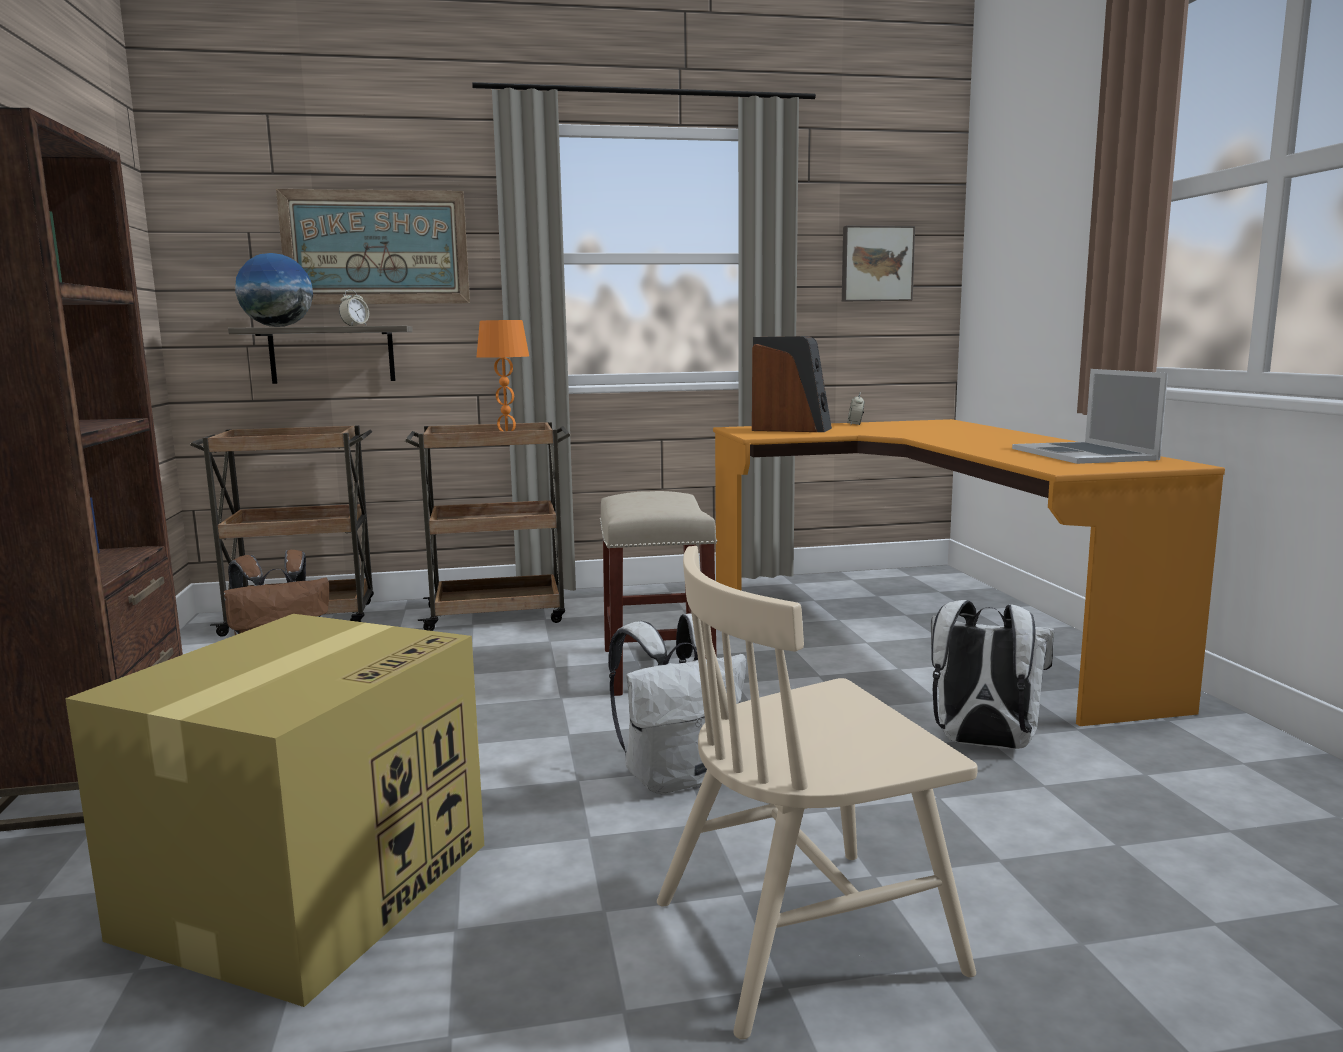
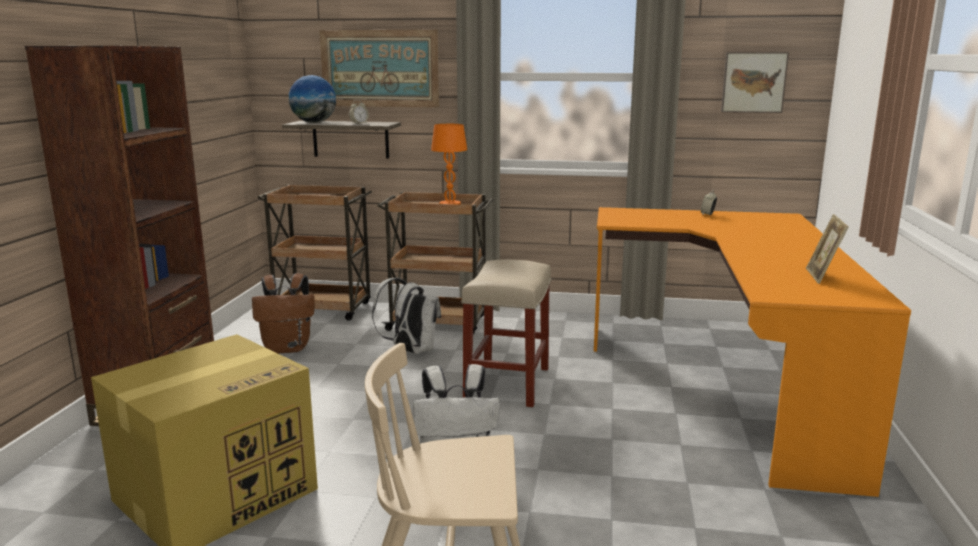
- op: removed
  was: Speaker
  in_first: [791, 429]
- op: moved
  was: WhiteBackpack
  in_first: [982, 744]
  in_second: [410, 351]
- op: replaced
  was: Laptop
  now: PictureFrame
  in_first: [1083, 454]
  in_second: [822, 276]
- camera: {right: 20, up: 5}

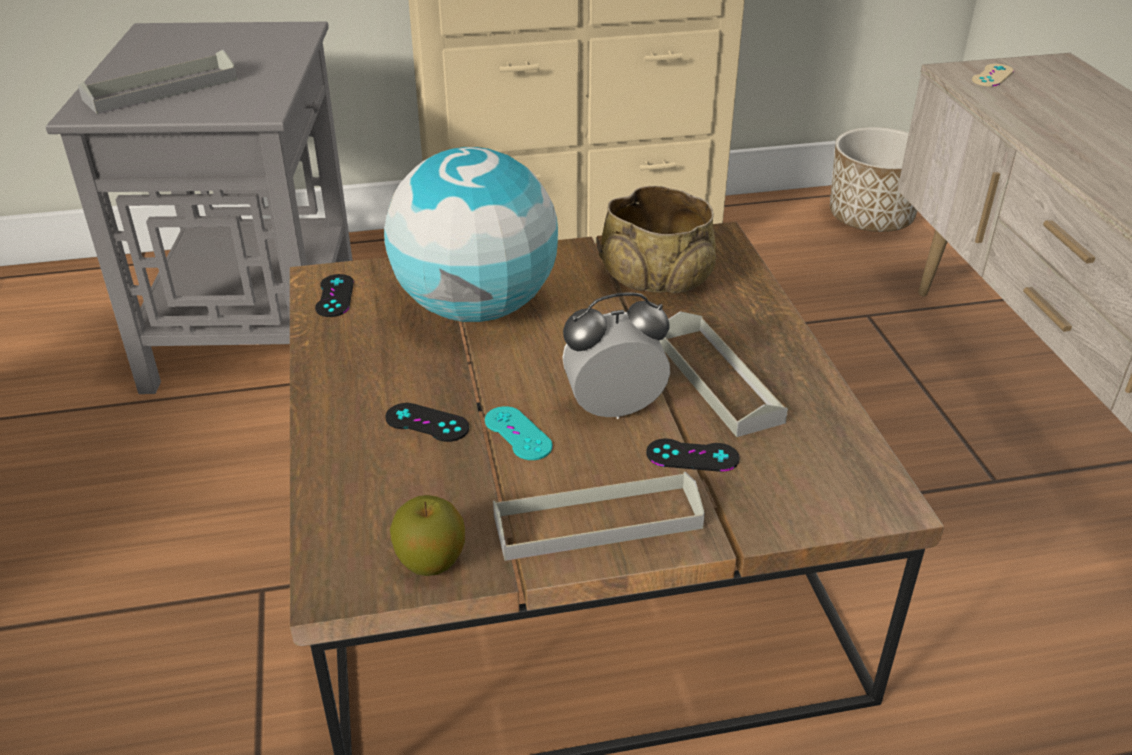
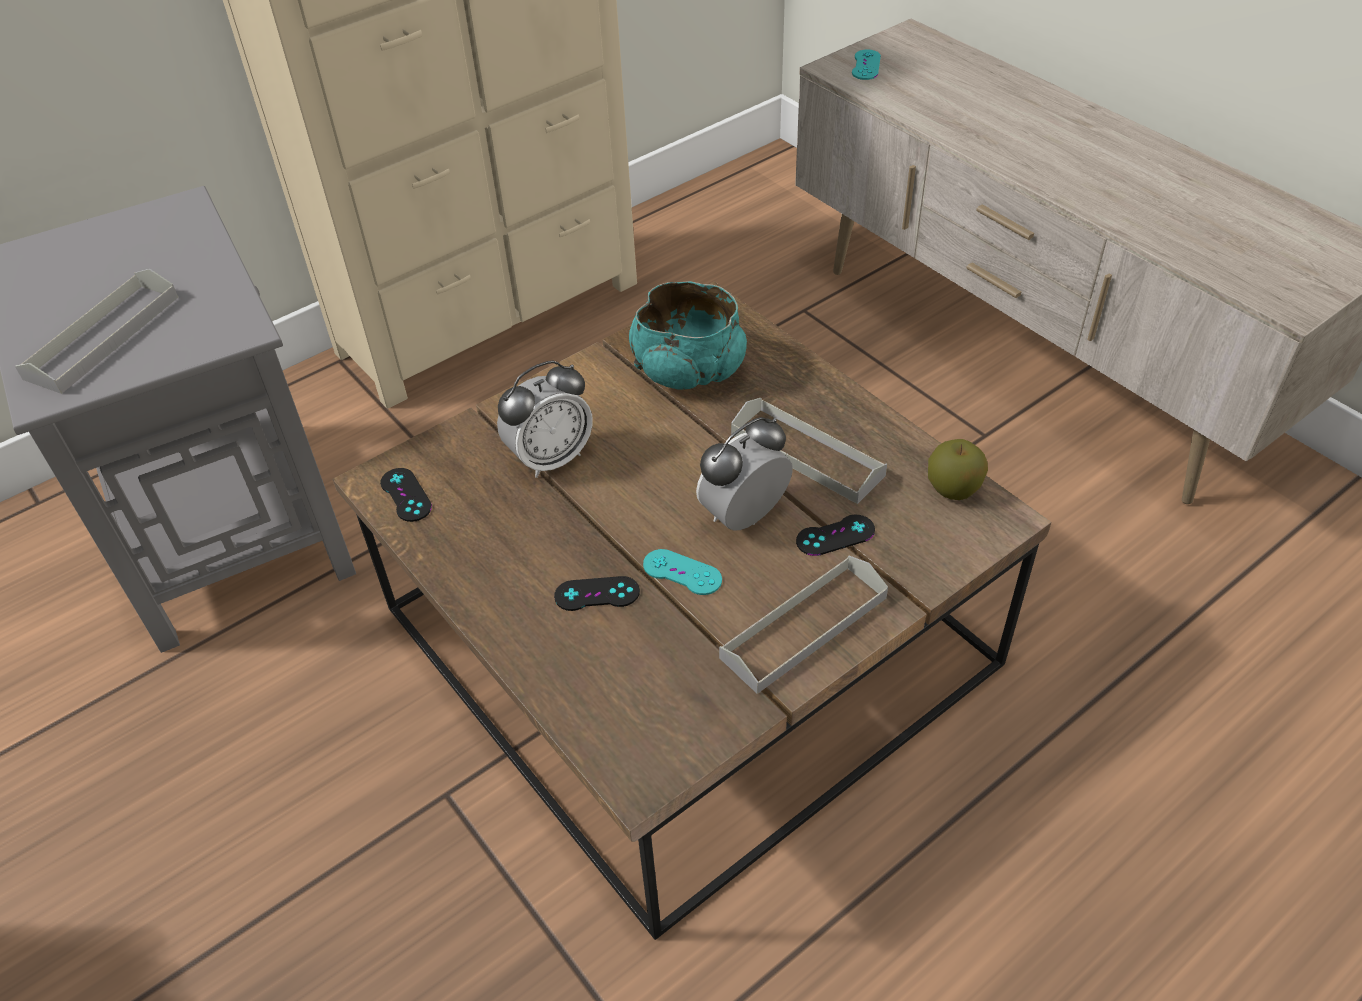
- op: removed
  was: Planter
  in_first: [870, 219]
- op: moved
  was: Apple
  in_first: [430, 561]
  in_second: [953, 489]
- op: replaced
  was: Globe
  now: AlarmClock
  in_first: [476, 307]
  in_second: [550, 458]
- op: recoloured
  was: BeigeBowl
  now: TurquoiseBowl
  in_first: [657, 279]
  in_second: [689, 369]
- op: recoloured
  was: BeigeGameController
  now: TurquoiseGameController
  in_first: [992, 76]
  in_second: [866, 65]
- camera: {right: -25, up: 10}

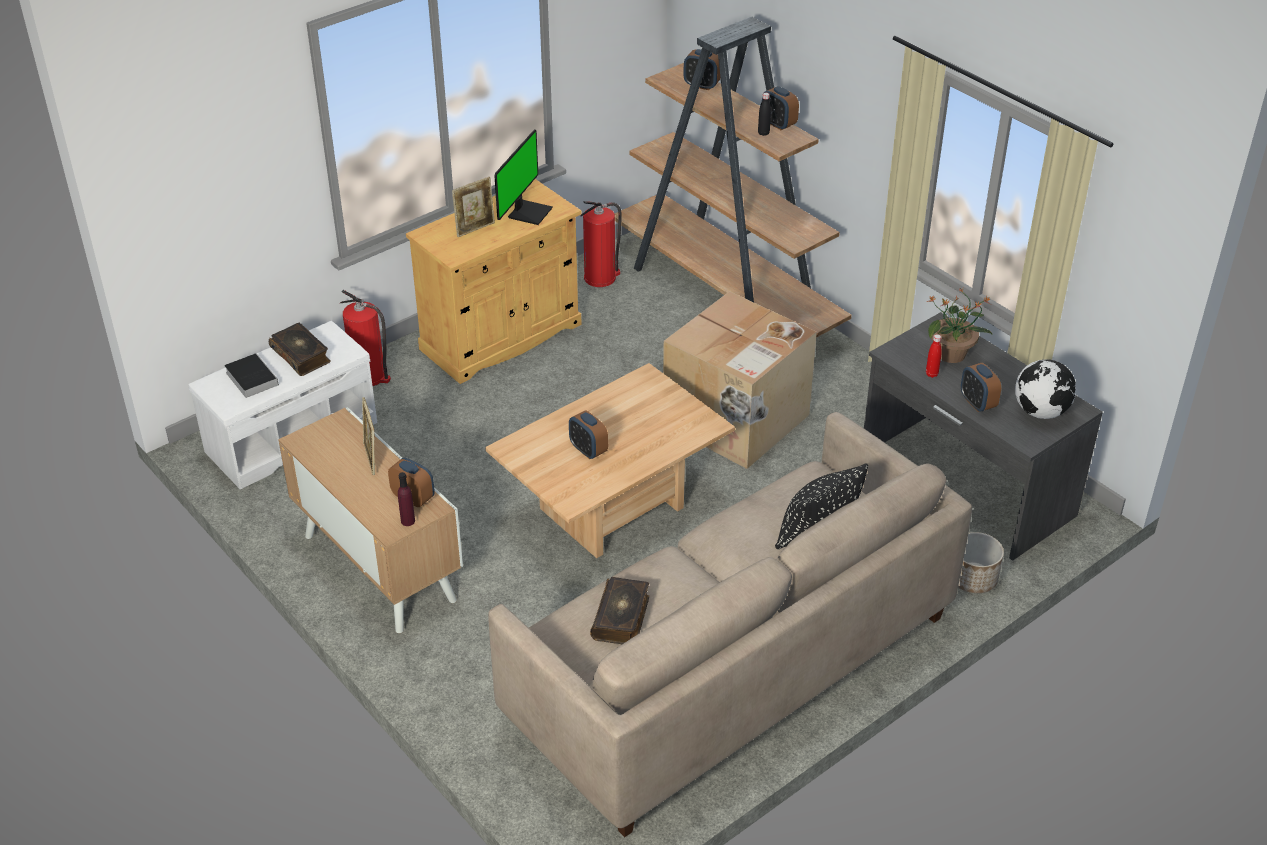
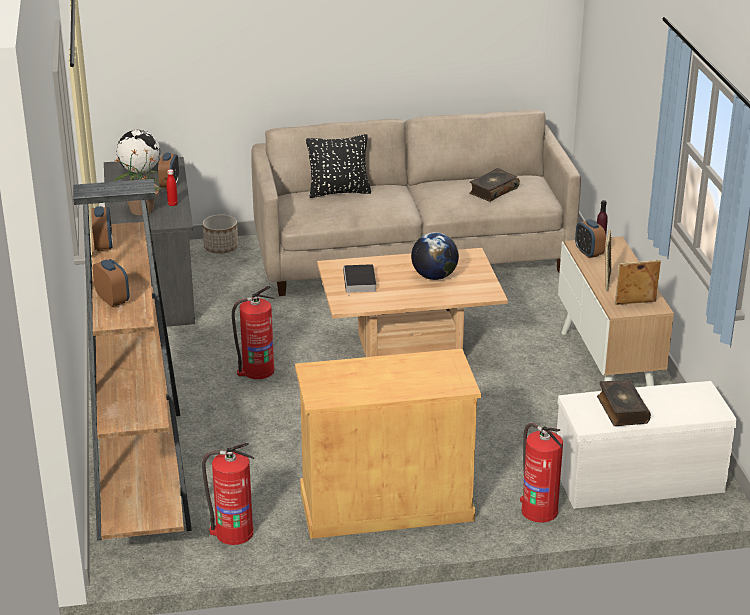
- op: removed
  was: Monitor
  in_first: [528, 212]
- op: removed
  was: BlackBottle
  in_first: [763, 133]
- op: moved
  was: Book
  in_first: [250, 378]
  in_second: [360, 282]
- op: moved
  was: PictureFrame
  in_first: [475, 229]
  in_second: [635, 304]
- op: replaced
  was: AlarmClock
  now: Globe
  in_first: [588, 450]
  in_second: [434, 276]
- op: replaced
  was: CardboardBox
  now: FireExtinguisher
  in_first: [736, 421]
  in_second: [257, 371]
- camera: {right: -150, up: -10}

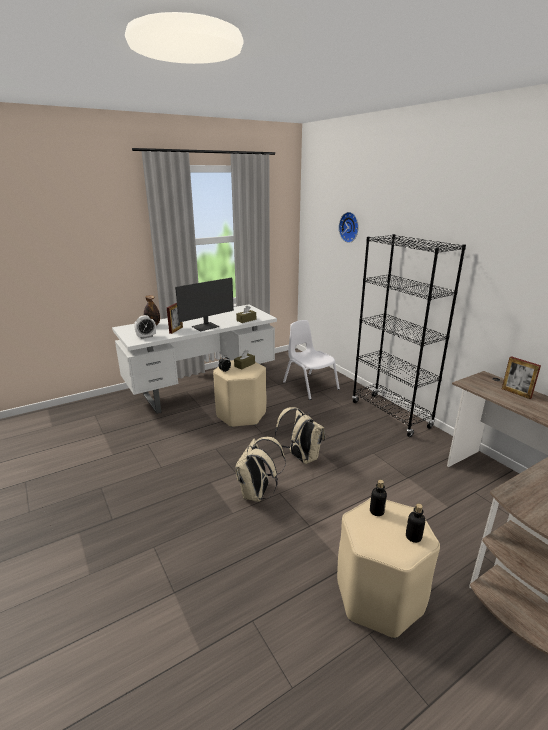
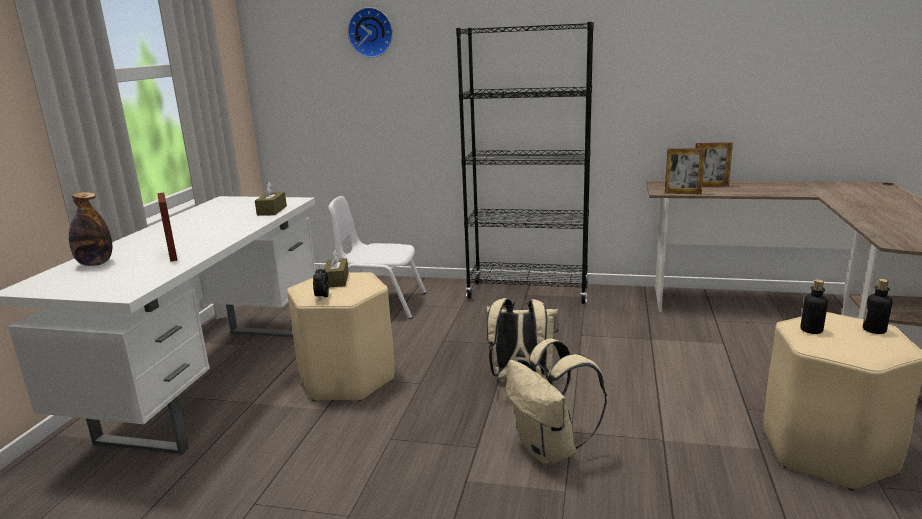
- op: removed
  was: AlarmClock
  in_first: [146, 337]
- op: removed
  was: Monitor
  in_first: [206, 327]
- op: added
  now: PictureFrame
  in_second: [682, 193]
- camera: {right: -45, up: -5}

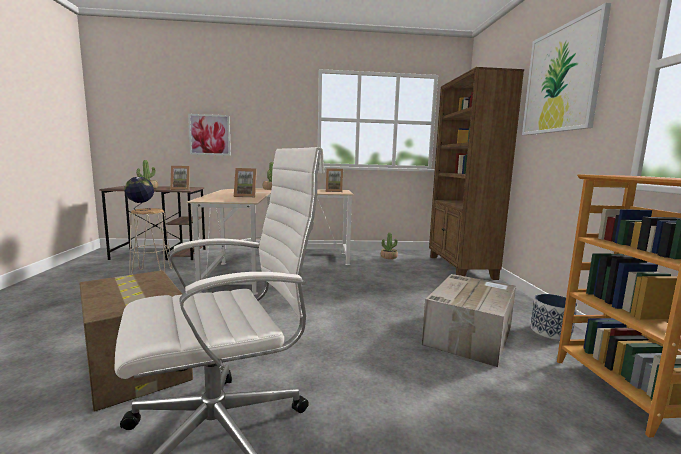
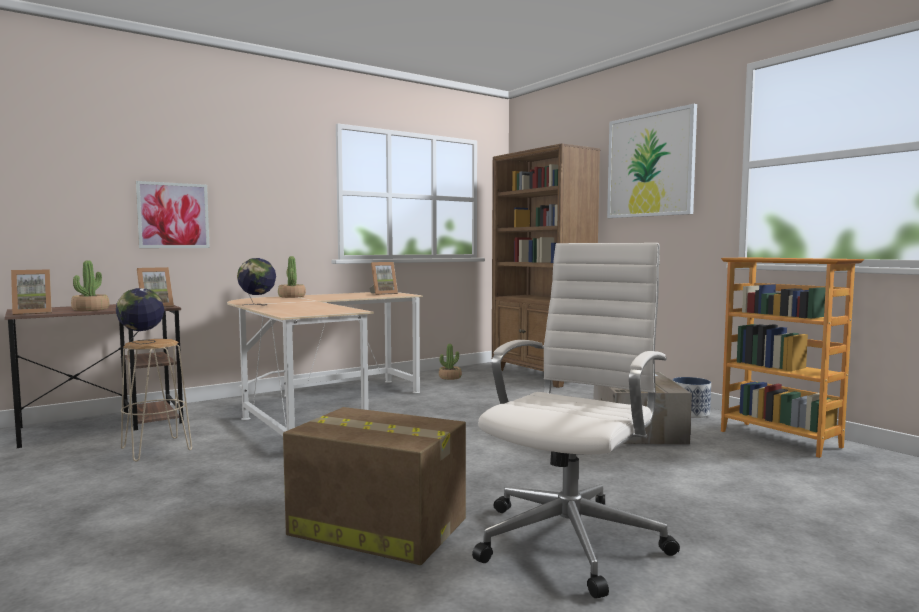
- op: added
  now: Globe
  in_second: [257, 305]
- op: moved
  was: PictureFrame
  in_first: [246, 196]
  in_second: [33, 313]
- camera: {right: -30, up: -5}

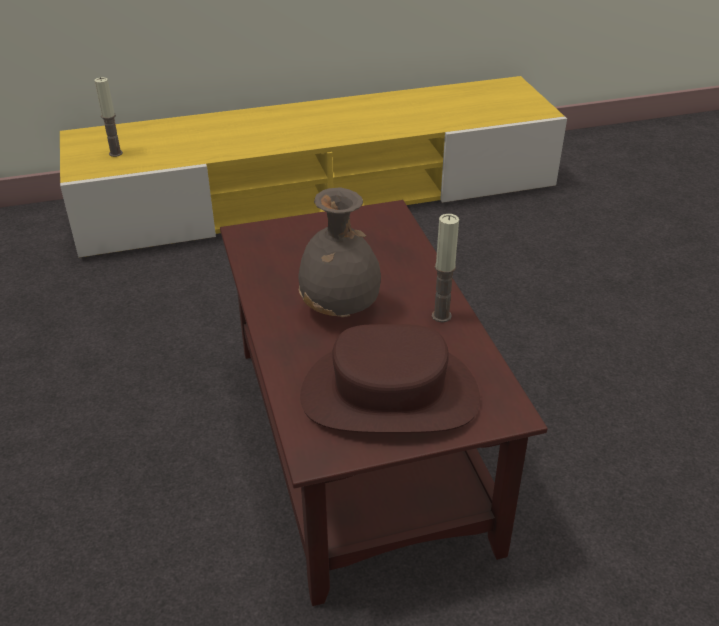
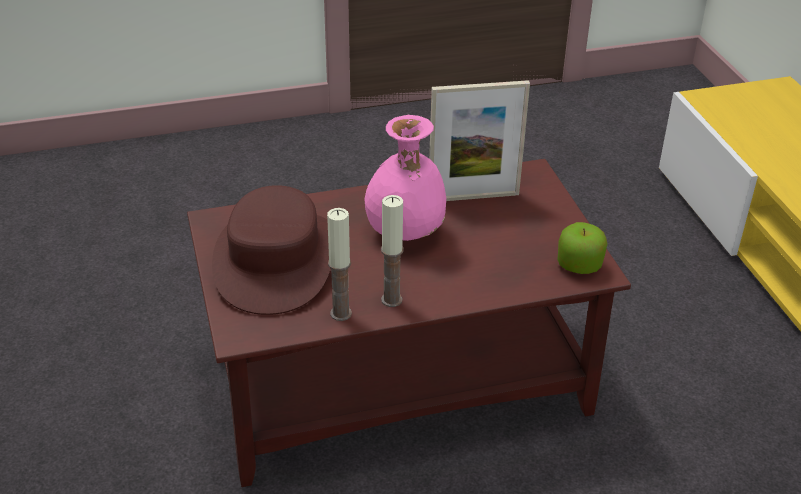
- op: added
  now: PictureFrame
  in_second: [473, 197]
- op: added
  now: Apple
  in_second: [579, 265]
- op: moved
  was: Candle
  in_first: [116, 153]
  in_second: [341, 313]
- op: recoloured
  was: GreyVase
  now: PinkVase
  in_first: [340, 309]
  in_second: [404, 234]
- camera: {right: 90, up: 0}

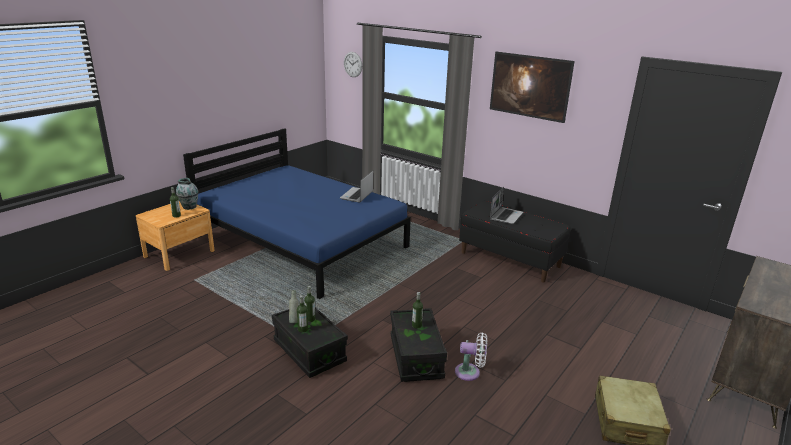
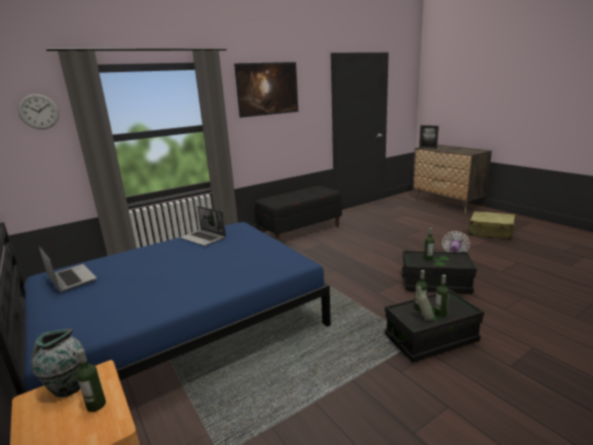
- op: added
  now: PictureFrame
  in_second: [428, 148]
- op: moved
  was: Laptop
  in_first: [506, 216]
  in_second: [71, 279]
- camera: {right: -70, up: -5}

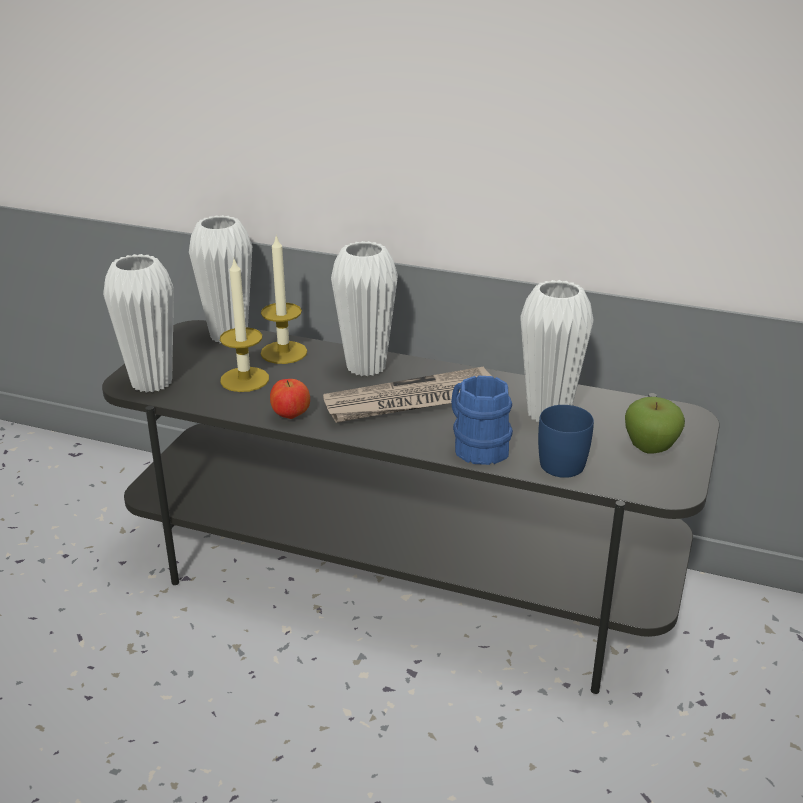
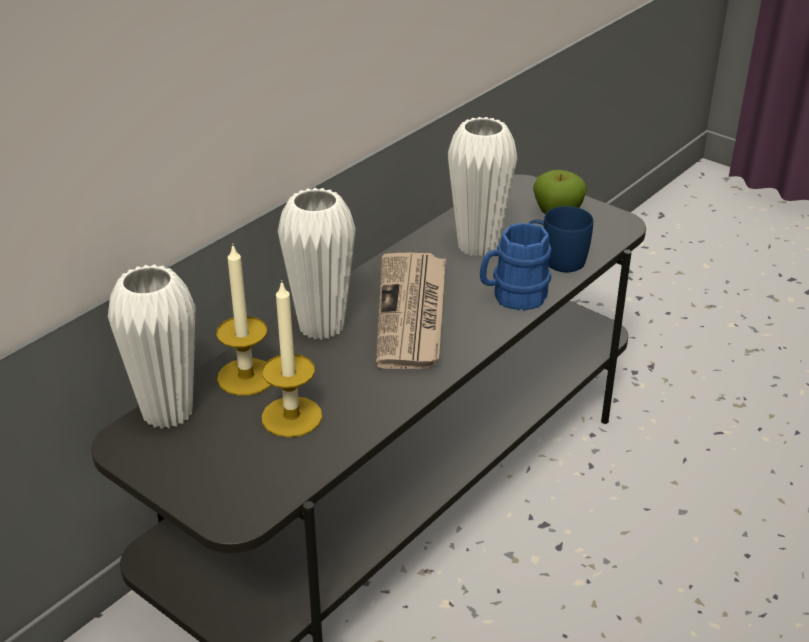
- op: removed
  was: WhiteVase
  in_first: [151, 382]
- op: removed
  was: Apple
  in_first: [291, 415]
- camera: {right: -70, up: 5}

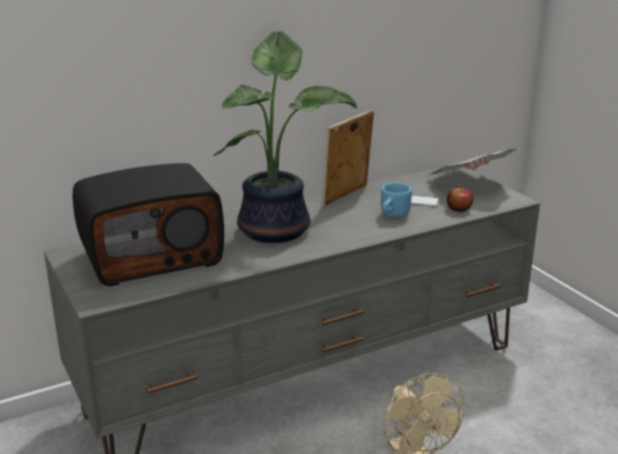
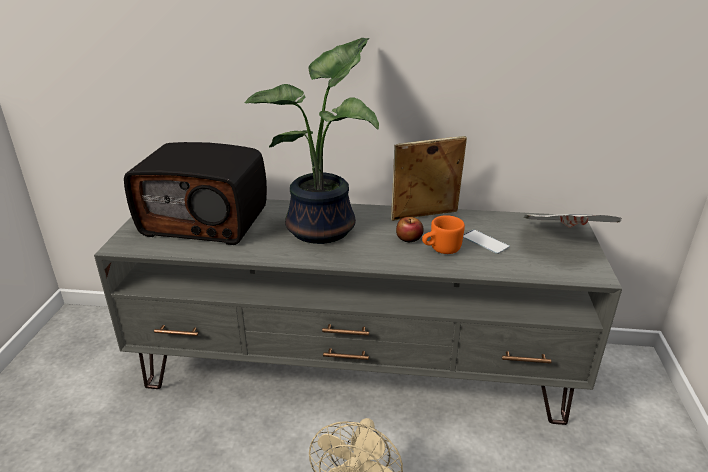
- op: moved
  was: Apple
  in_first: [459, 209]
  in_second: [409, 238]
- op: recoloured
  was: BlueMug
  now: OrangeMug
  in_first: [392, 215]
  in_second: [440, 249]
- camera: {right: 35, up: 5}

